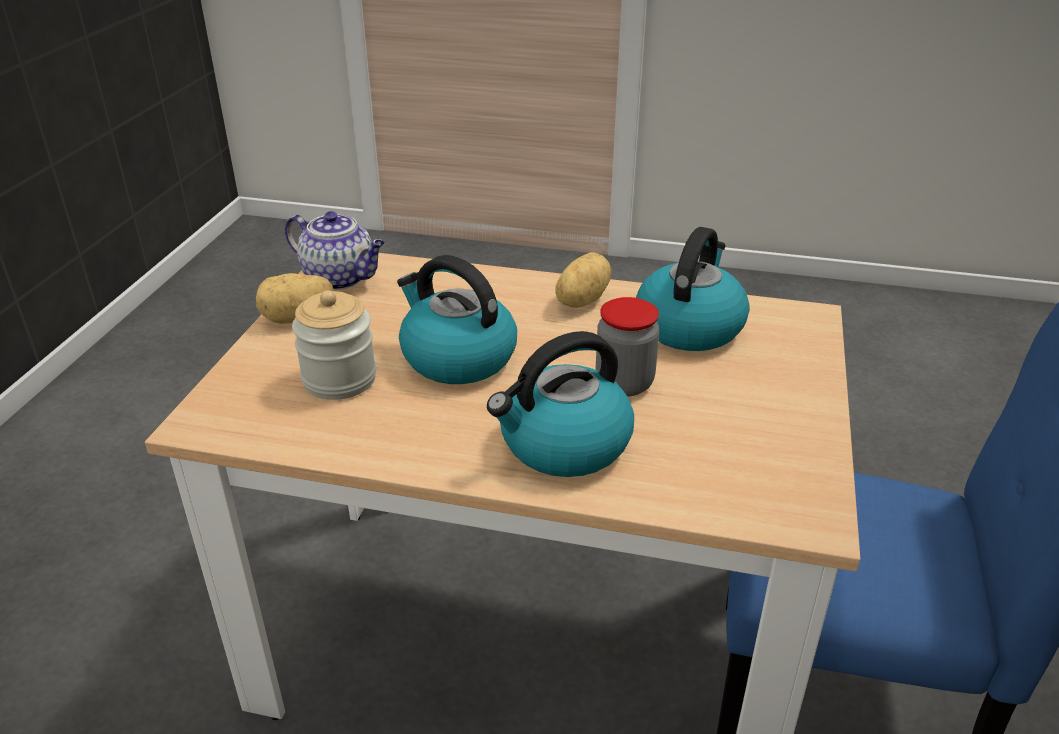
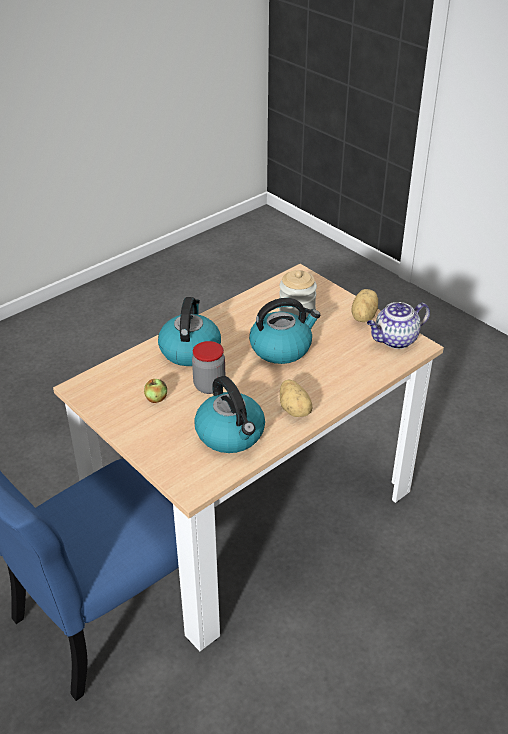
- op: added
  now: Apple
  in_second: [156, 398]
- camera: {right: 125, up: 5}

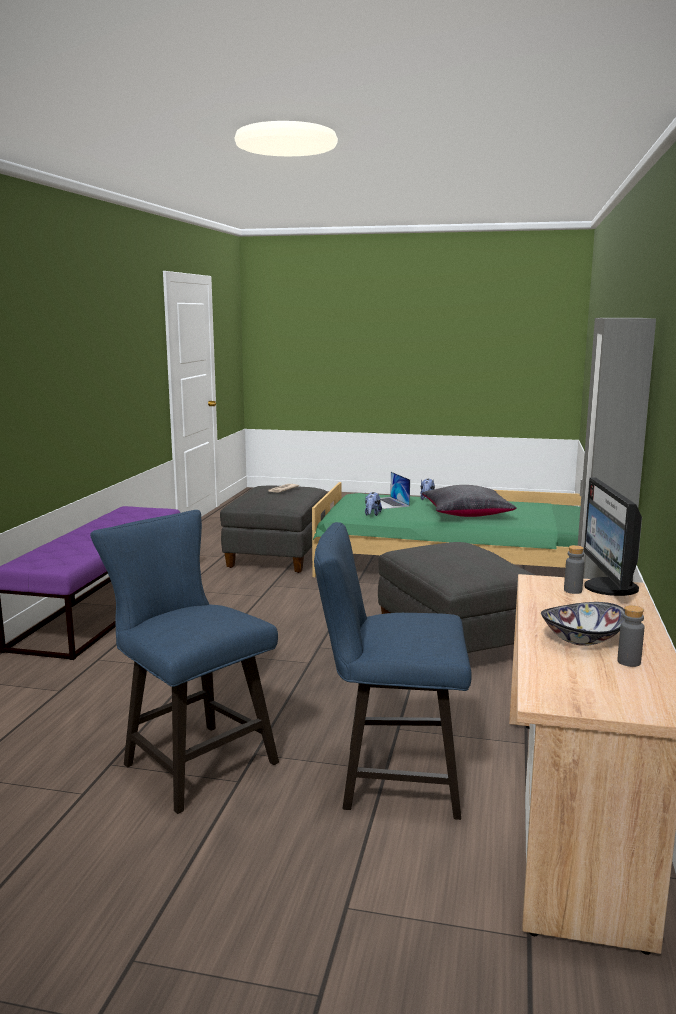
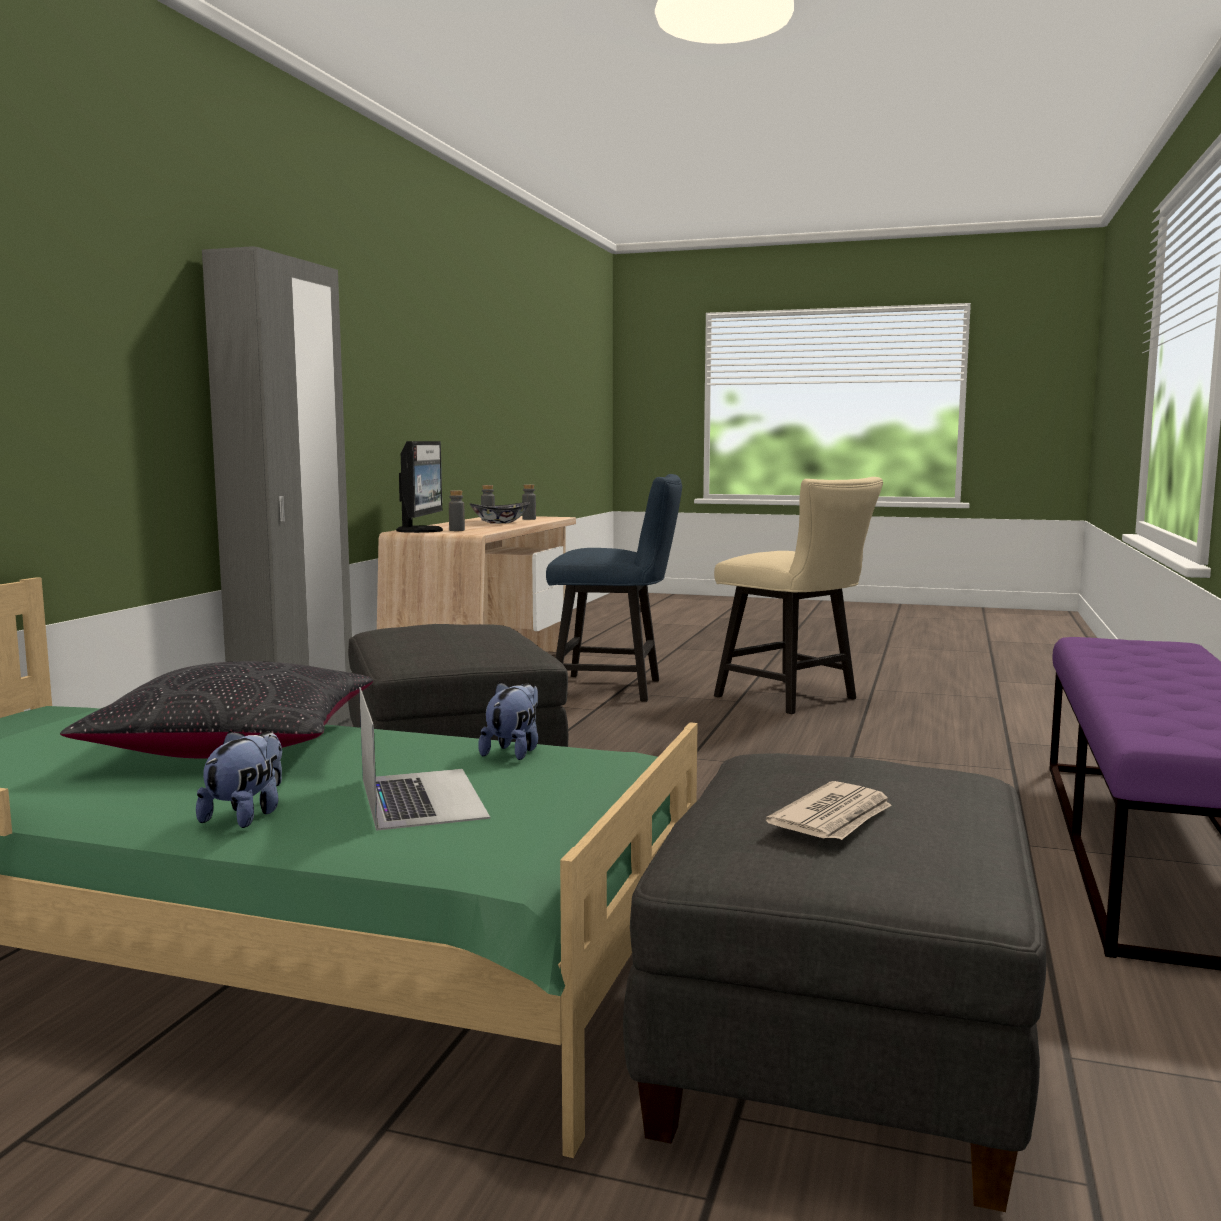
- op: added
  now: GreyBottle
  in_second: [529, 519]
- op: recoloured
  was: BlueChair
  now: BeigeChair
  in_first: [192, 761]
  in_second: [794, 699]
- camera: {right: -175, up: -5}

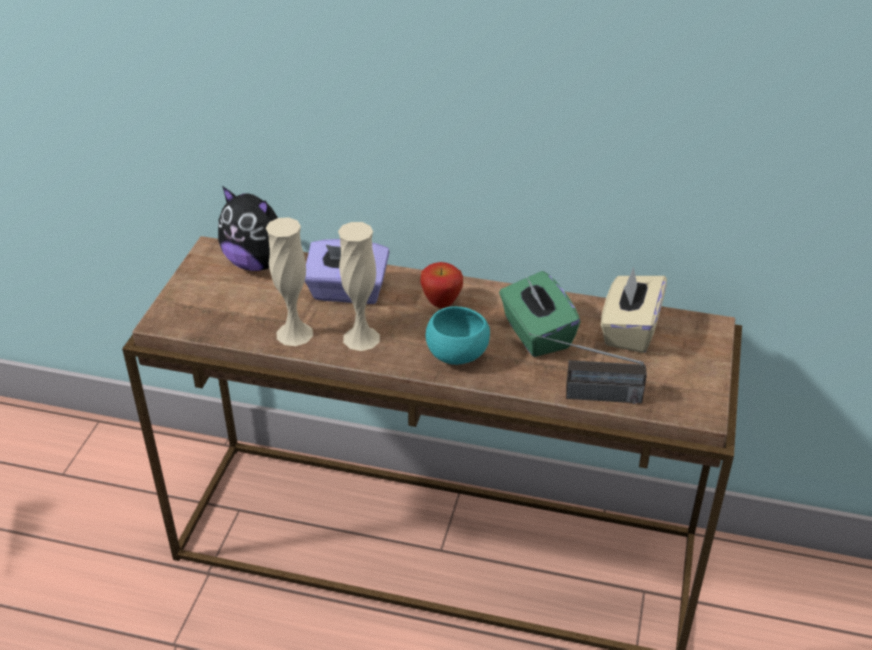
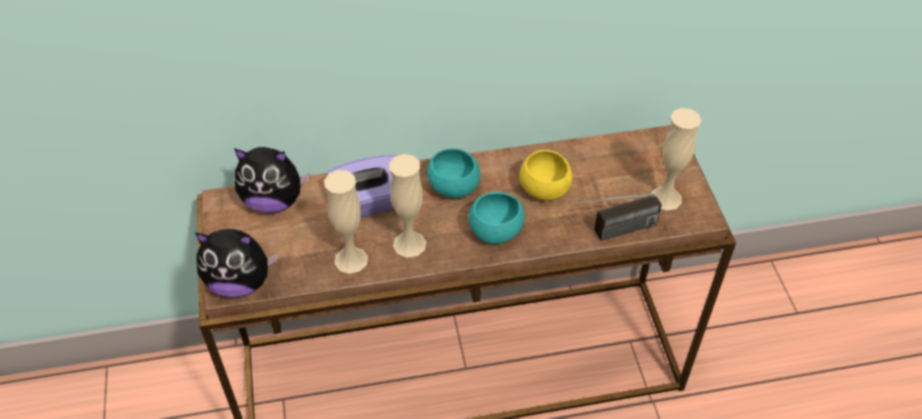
- op: removed
  was: BeigeTissueBox
  in_first: [629, 330]
- op: added
  now: PlushToy
  in_second: [240, 282]
- op: added
  now: BeigeVase
  in_second: [666, 198]
- op: replaced
  was: Apple
  now: TurquoiseBowl
  in_first: [441, 304]
  in_second: [454, 188]
- op: replaced
  was: GreenTissueBox
  now: YellowBowl
  in_first: [536, 334]
  in_second: [544, 190]
- camera: {right: -25, up: 10}

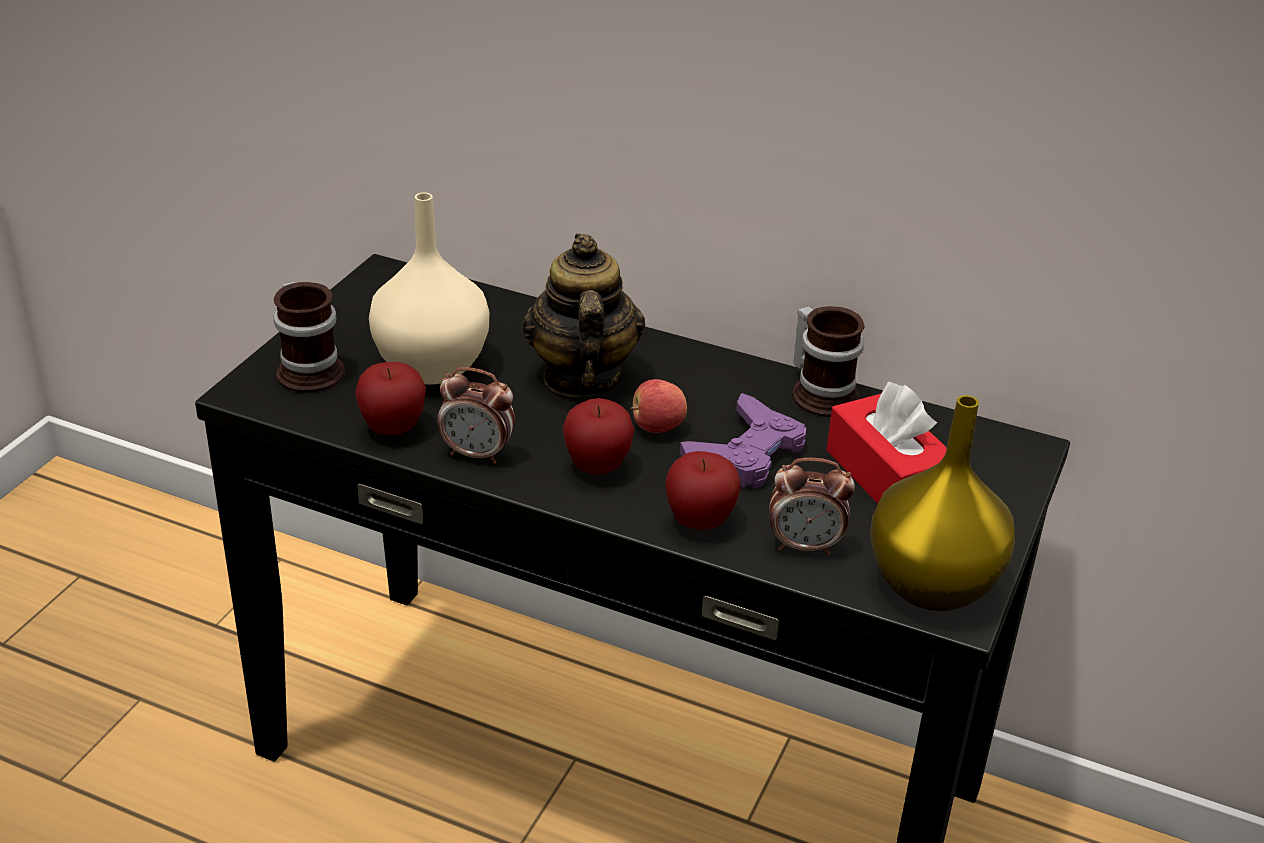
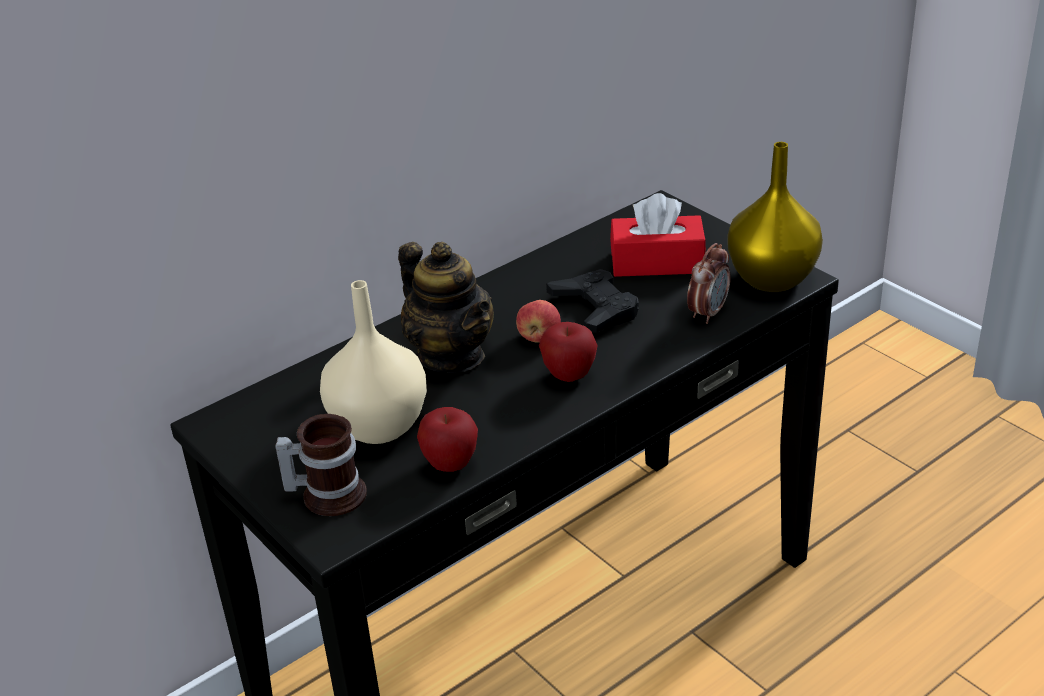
- op: removed
  was: AlarmClock
  in_first: [477, 454]
- op: removed
  was: Apple
  in_first: [699, 522]
- op: removed
  was: Mug
  in_first: [823, 393]
- op: recoloured
  was: PurpleGameController
  now: BlackGameController
  in_first: [746, 453]
  in_second: [595, 308]
- op: turned
  was: Teapot
  in_first: [581, 377]
  in_second: [451, 355]
  clockwise: -150
- camera: {right: -60, up: 0}

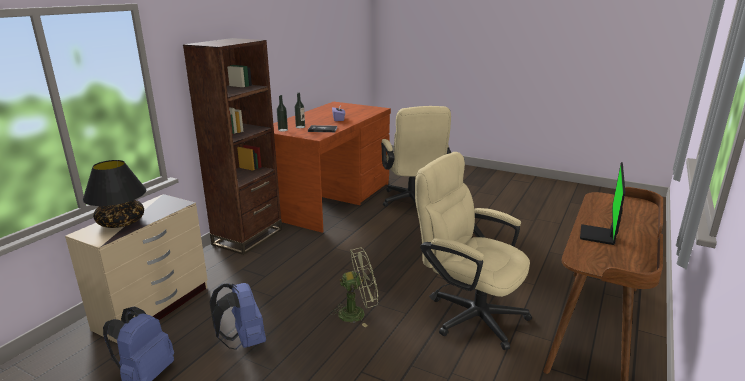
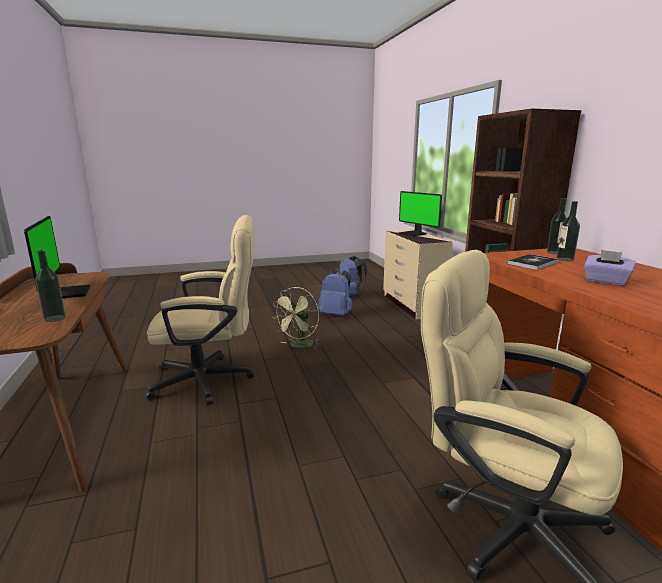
- op: added
  now: Bottle
  in_second: [55, 318]
- op: replaced
  was: BlackTableLamp
  now: Monitor
  in_first: [121, 222]
  in_second: [413, 234]
- camera: {right: 135, up: -5}

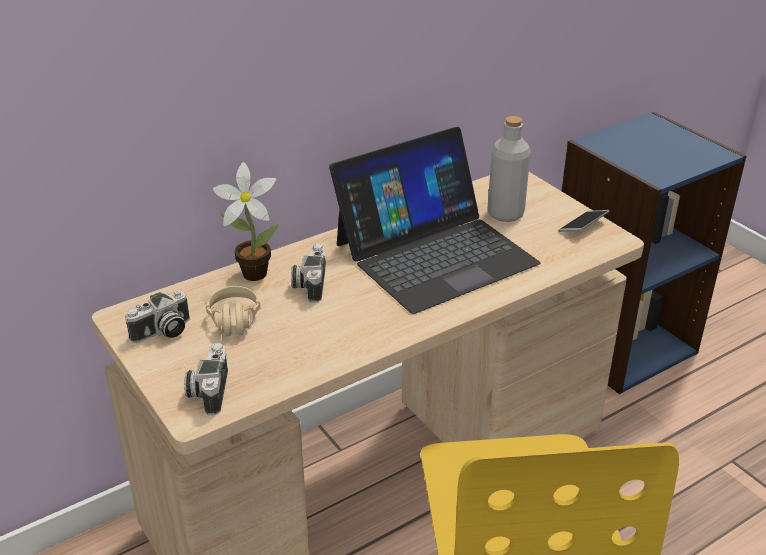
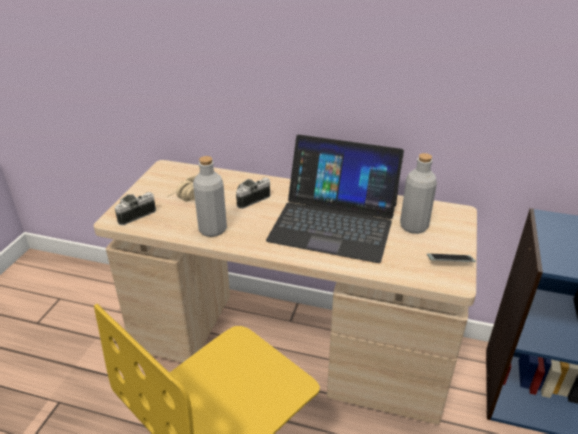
- op: removed
  was: PhotoCamera
  in_first: [162, 332]
- op: removed
  was: PottedPlant
  in_first: [251, 272]
- op: added
  now: GreyBottle
  in_second: [212, 229]
- camera: {right: 50, up: 0}

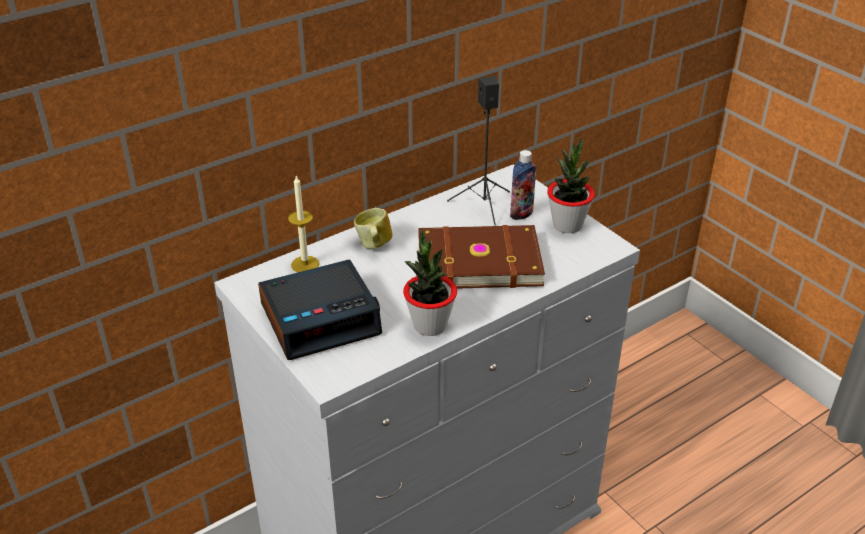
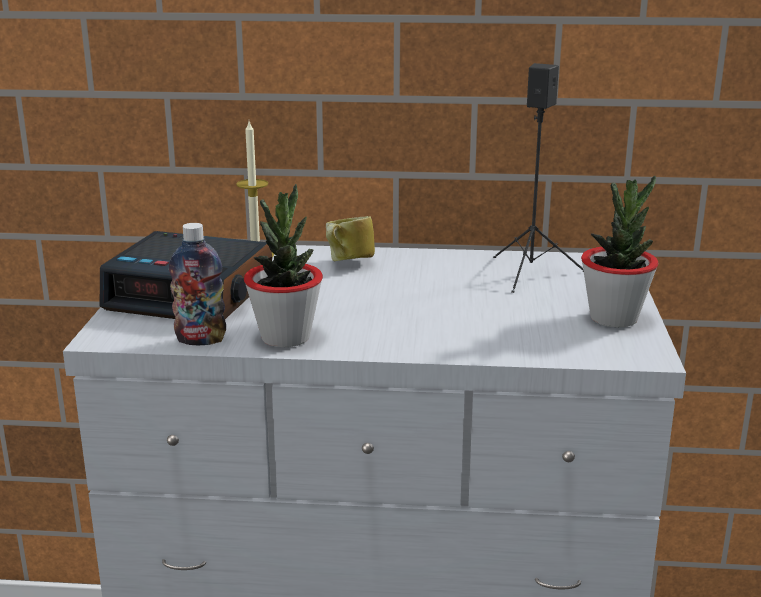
- op: removed
  was: BrownBook
  in_first: [478, 260]
- op: moved
  was: Bottle
  in_first: [521, 214]
  in_second: [201, 339]
- camera: {right: 40, up: -15}

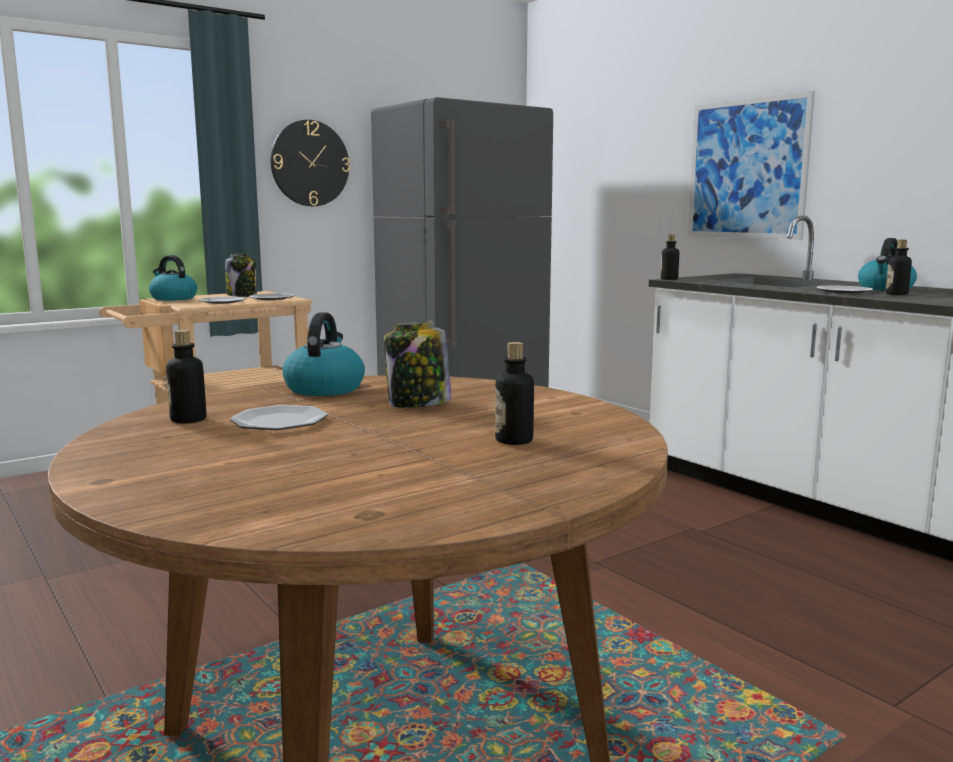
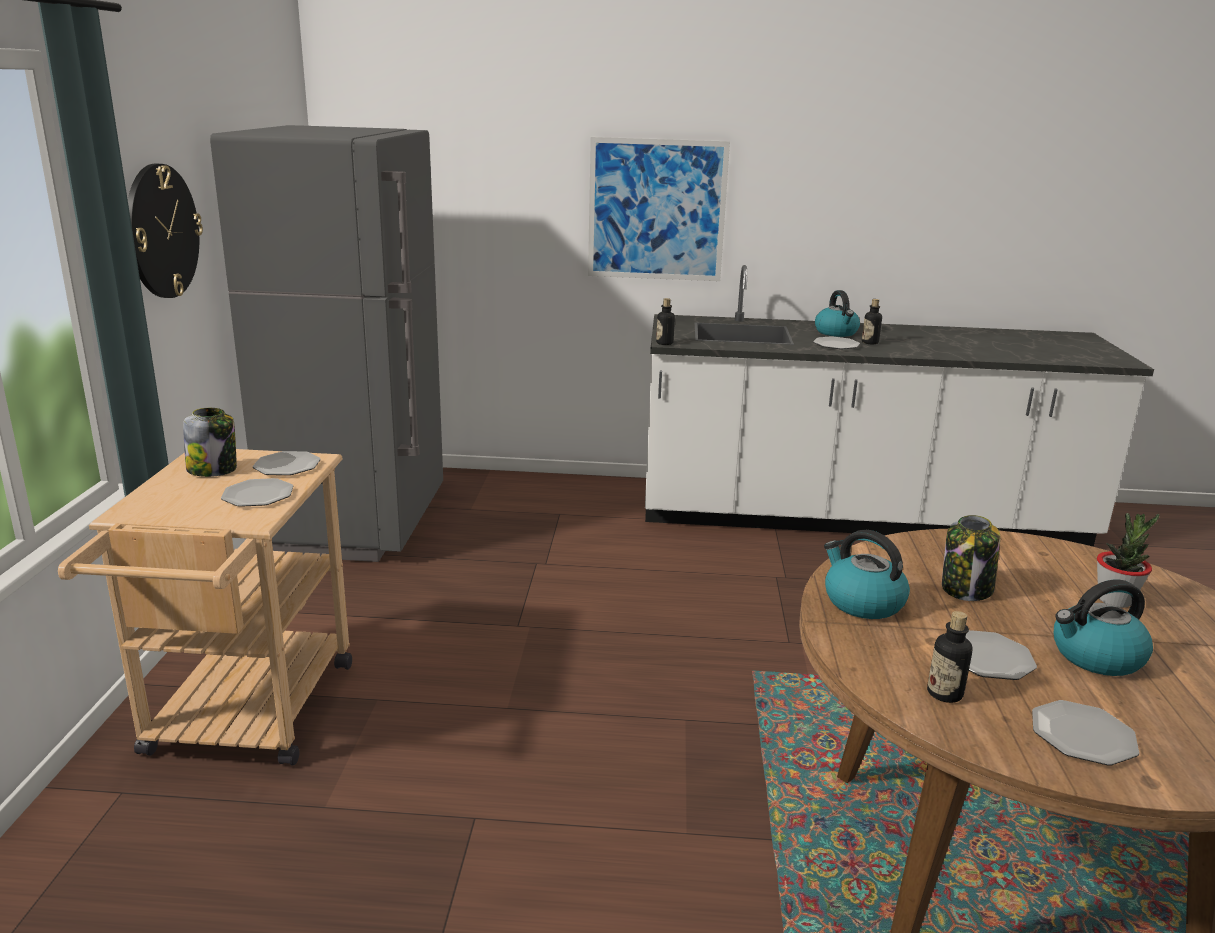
- op: added
  now: Plate
  in_second: [1082, 735]
- op: moved
  was: Kettle
  in_first: [173, 298]
  in_second: [1095, 657]
- op: replaced
  was: Bottle
  now: PottedPlant
  in_first: [514, 440]
  in_second: [1114, 600]
- camera: {right: -50, up: 10}

